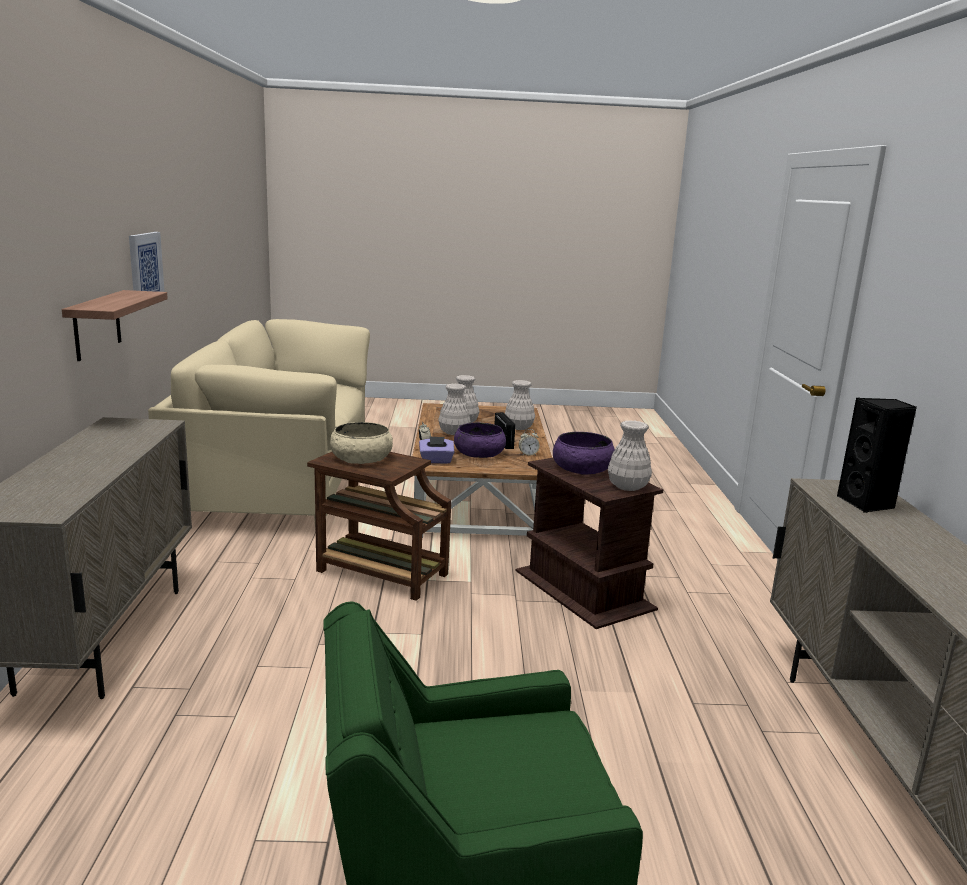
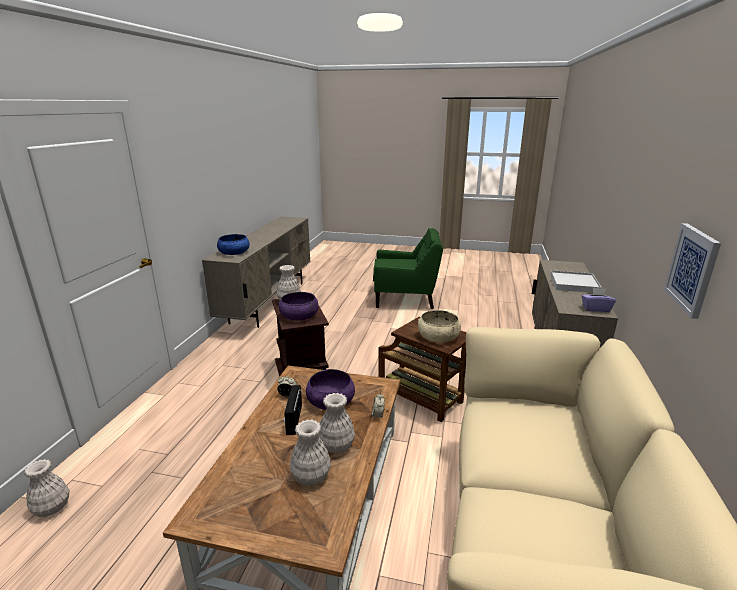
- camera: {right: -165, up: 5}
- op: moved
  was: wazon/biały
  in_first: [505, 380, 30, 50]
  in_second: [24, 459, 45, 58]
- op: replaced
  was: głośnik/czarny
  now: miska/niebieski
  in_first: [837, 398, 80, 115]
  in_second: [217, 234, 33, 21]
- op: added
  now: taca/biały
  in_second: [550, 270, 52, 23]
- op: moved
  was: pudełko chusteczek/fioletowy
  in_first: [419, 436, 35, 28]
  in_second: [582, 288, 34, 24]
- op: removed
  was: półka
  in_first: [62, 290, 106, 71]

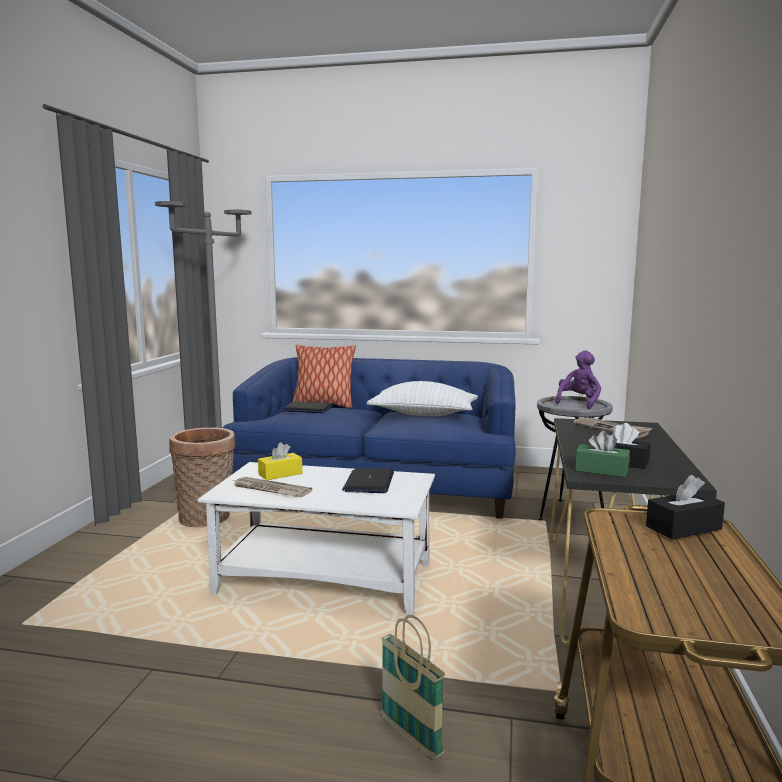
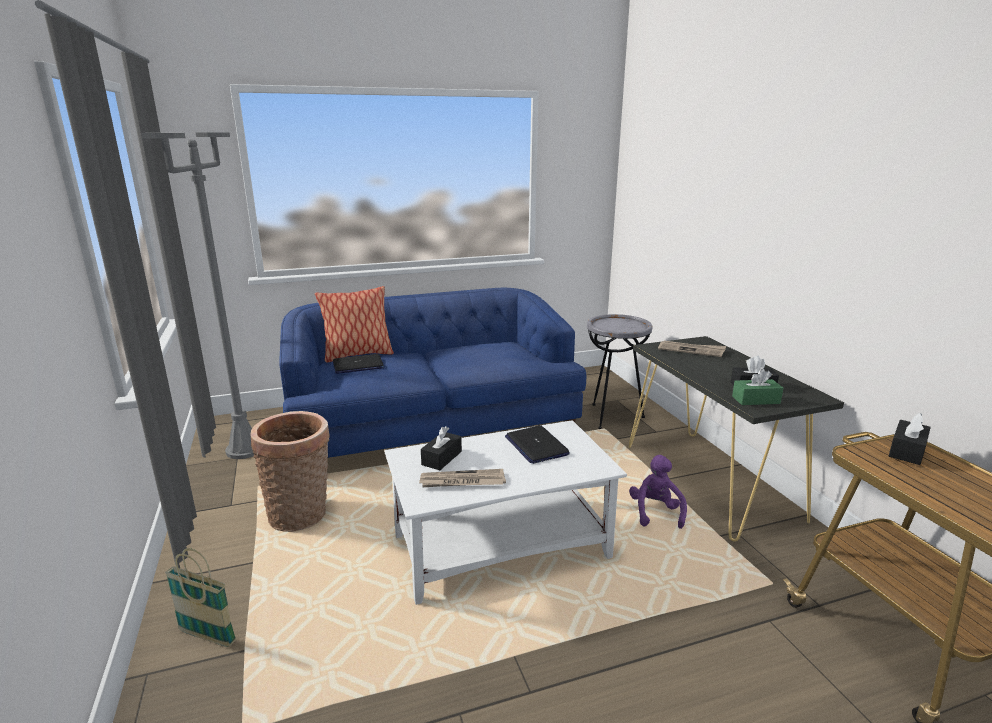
- camera: {right: -30, up: 10}
- op: moved
  was: koszyk
  in_first: [381, 615, 64, 144]
  in_second: [165, 548, 71, 99]
- op: recoloured
  was: pudełko chusteczek/żółty
  now: pudełko chusteczek/czarny
  in_first: [258, 442, 44, 38]
  in_second: [421, 426, 41, 44]
- op: moved
  was: pluszak/fioletowy
  in_first: [555, 350, 46, 59]
  in_second: [629, 455, 58, 74]
- op: removed
  was: poduszka/biały
  in_first: [367, 381, 111, 35]

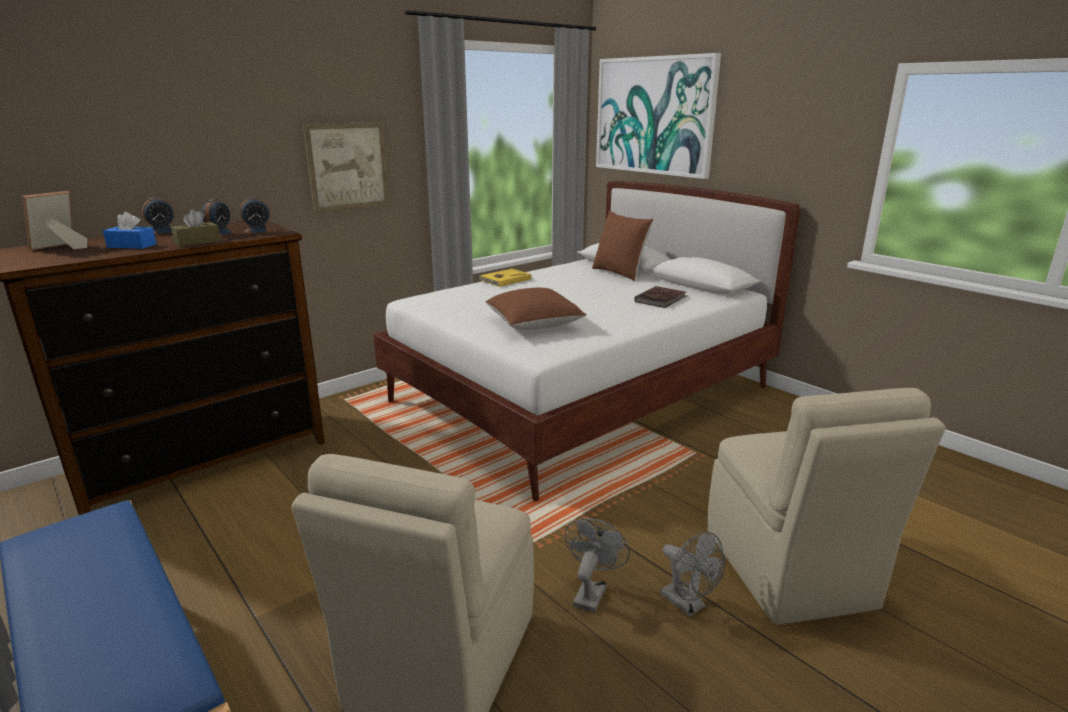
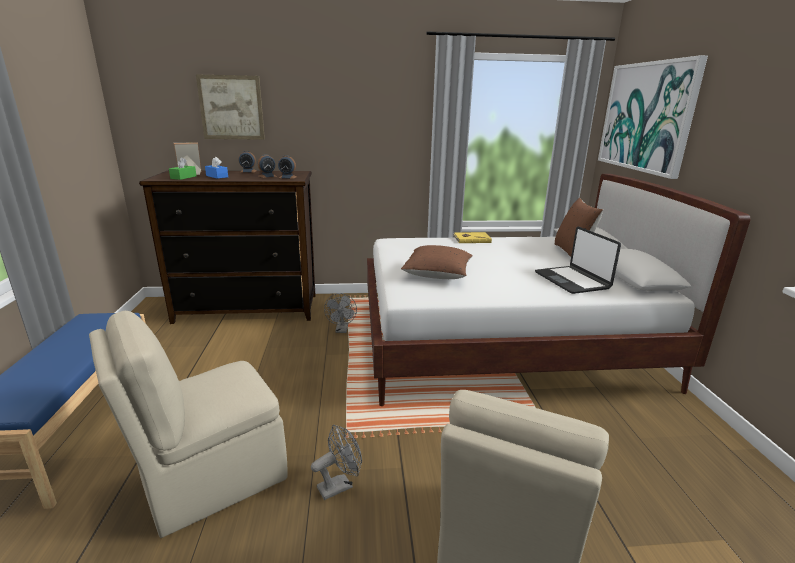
- camera: {right: 35, up: 0}
- op: added
  now: pudełko chusteczek/zielony
  in_second: [169, 157, 28, 23]
- op: moved
  was: obraz
  in_first: [303, 122, 87, 91]
  in_second: [196, 74, 69, 66]
- op: moved
  was: wentylator/szary
  in_first: [660, 532, 65, 85]
  in_second: [324, 293, 33, 40]
- op: replaced
  was: książka/brązowy
  now: laptop
  in_first: [635, 286, 53, 22]
  in_second: [535, 226, 86, 68]
- op: removed
  was: pudełko chusteczek/brązowy
  in_first: [171, 209, 50, 38]

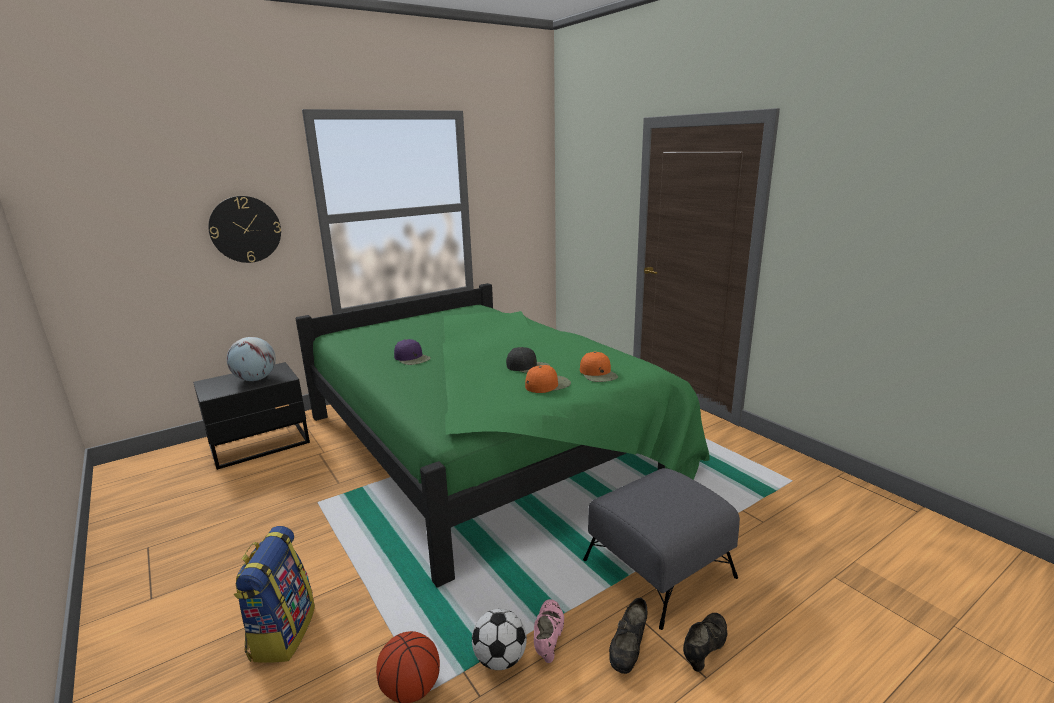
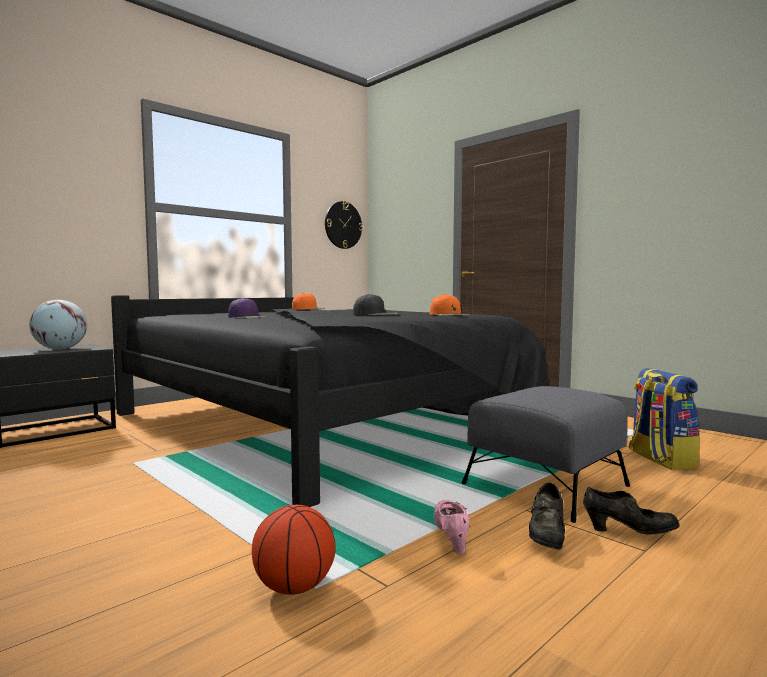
- camera: {right: -10, up: -15}
- op: recoloured
  was: łóżko/zielony
  now: łóżko/czarny
  in_first: [295, 283, 415, 304]
  in_second: [111, 295, 439, 212]
- op: moved
  was: czapka z daszkiem/pomarańczowy
  in_first: [525, 365, 46, 28]
  in_second: [292, 293, 34, 17]
- op: moved
  was: zegar ścienny
  in_first: [208, 196, 73, 67]
  in_second: [325, 201, 38, 48]
- op: turned
  was: but/czarny
  in_first: [683, 613, 44, 59]
  in_second: [583, 487, 97, 47]
  clockwise: 75
- op: moved
  was: plecak
  in_first: [233, 526, 82, 137]
  in_second: [629, 368, 71, 102]
- op: removed
  was: piłka futbolowa
  in_first: [472, 609, 55, 61]

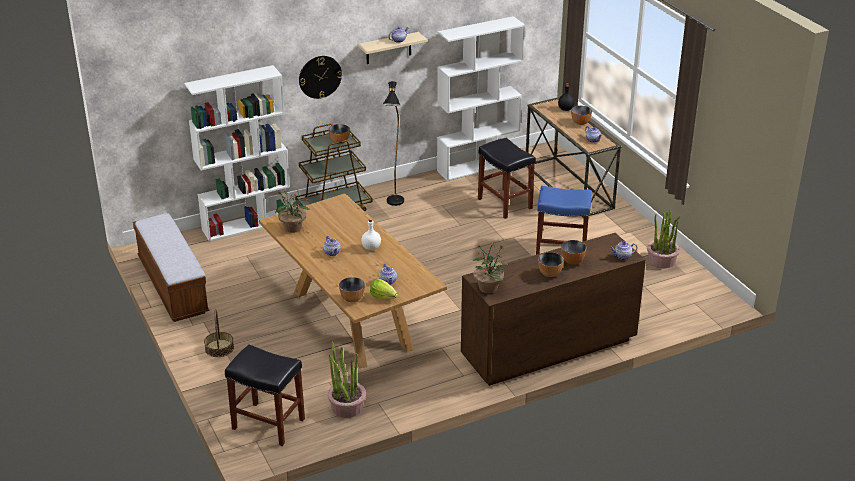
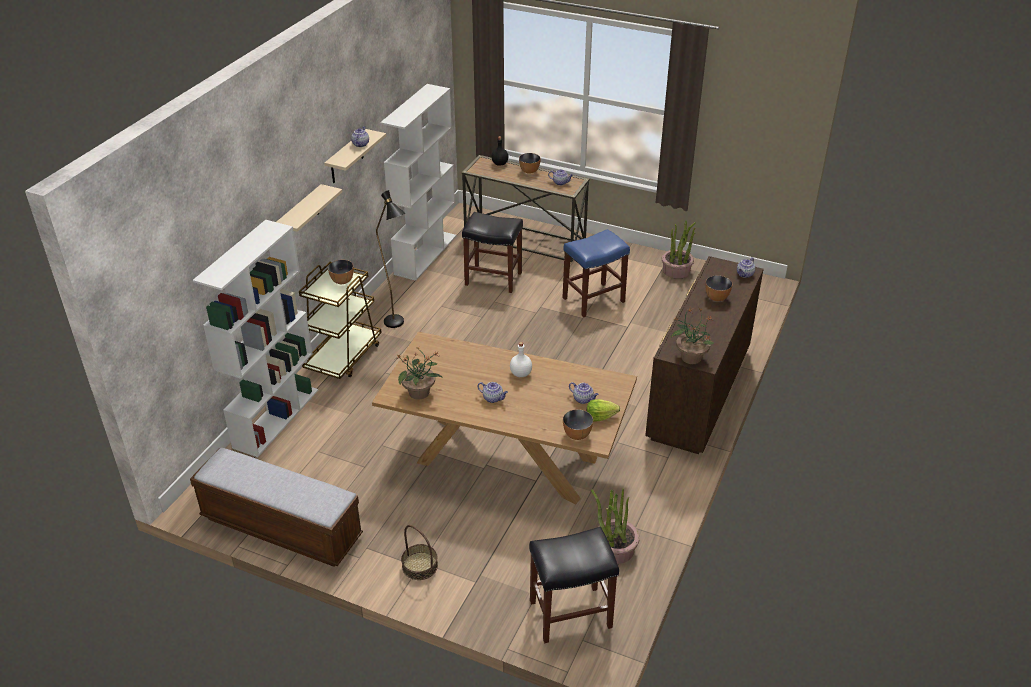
- camera: {right: -40, up: 5}
- op: replaced
  was: zegar ścienny
  now: półka/beżowy
  in_first: [299, 56, 43, 43]
  in_second: [277, 184, 65, 48]
- op: removed
  was: miska
  in_first: [538, 252, 26, 25]

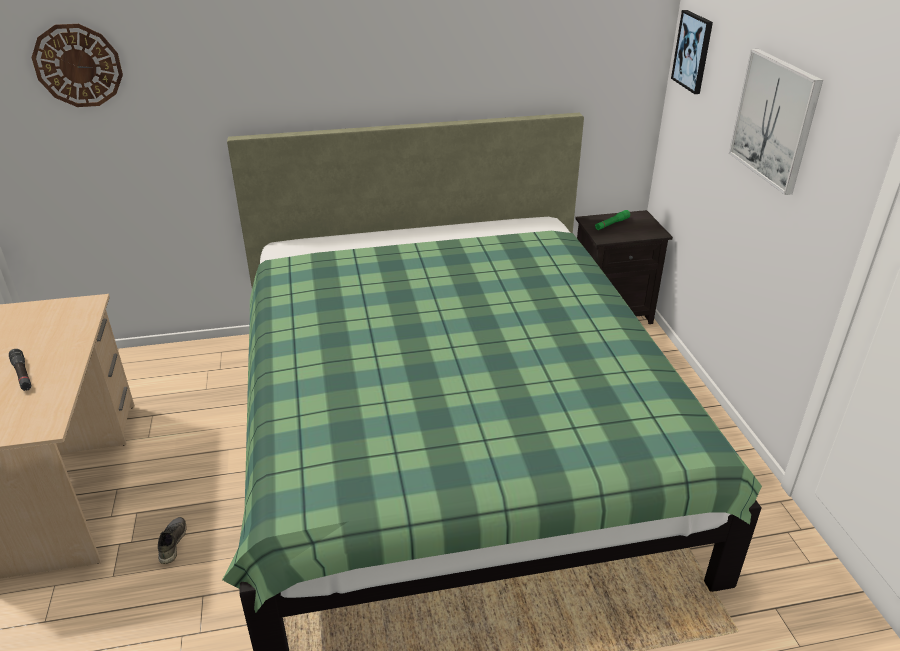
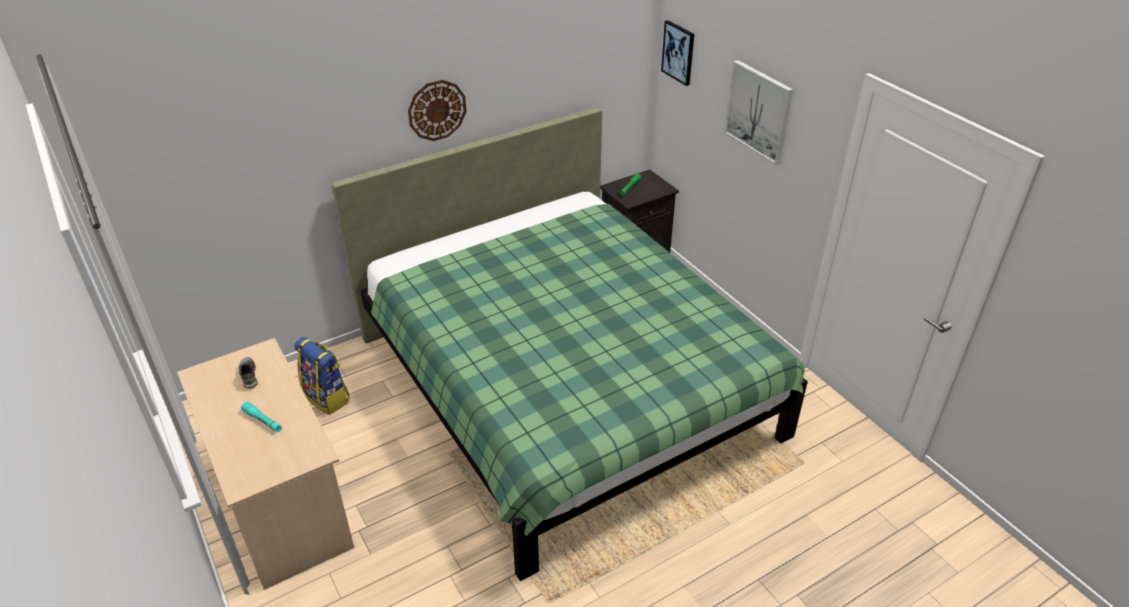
- camera: {right: -20, up: 5}
- op: moved
  was: but/szary
  in_first: [158, 517, 29, 47]
  in_second: [239, 357, 19, 32]
- op: recoloured
  was: latarka/czarny
  now: latarka/turkusowy
  in_first: [9, 349, 23, 42]
  in_second: [241, 402, 41, 30]
- op: added
  now: plecak
  in_second: [294, 337, 55, 78]
- op: moved
  was: zegar ścienny
  in_first: [32, 24, 91, 83]
  in_second: [408, 80, 58, 61]

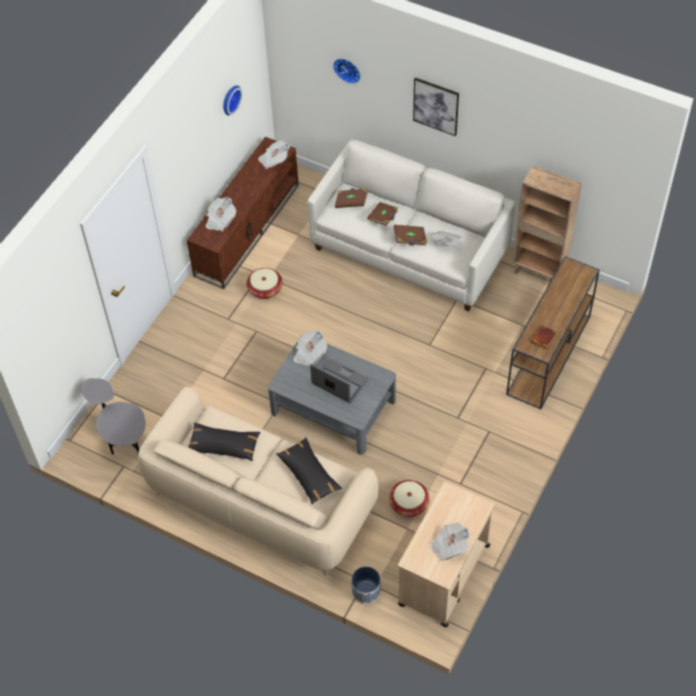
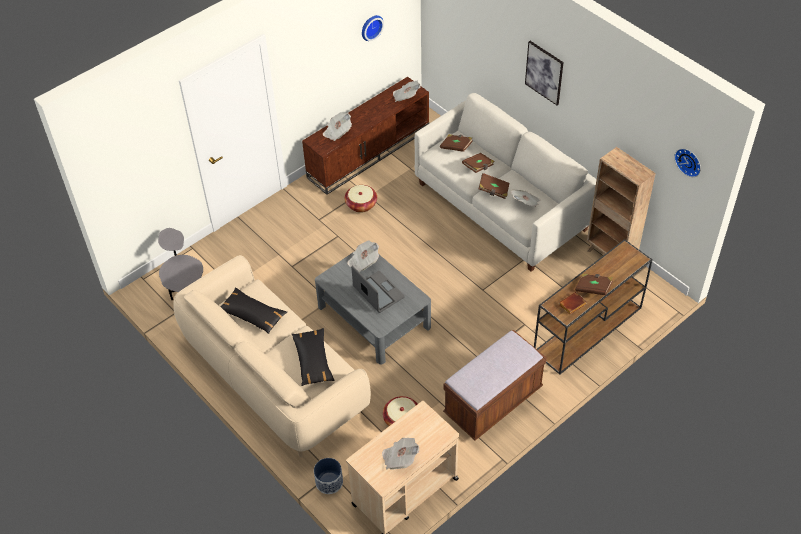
- camera: {right: 20, up: -5}
- op: added
  now: ławka/brązowy
  in_second: [443, 330, 104, 110]
- op: added
  now: książka/brązowy
  in_second: [575, 274, 38, 21]
- op: moved
  was: zegar ścienny
  in_first: [333, 59, 28, 25]
  in_second: [674, 149, 27, 28]

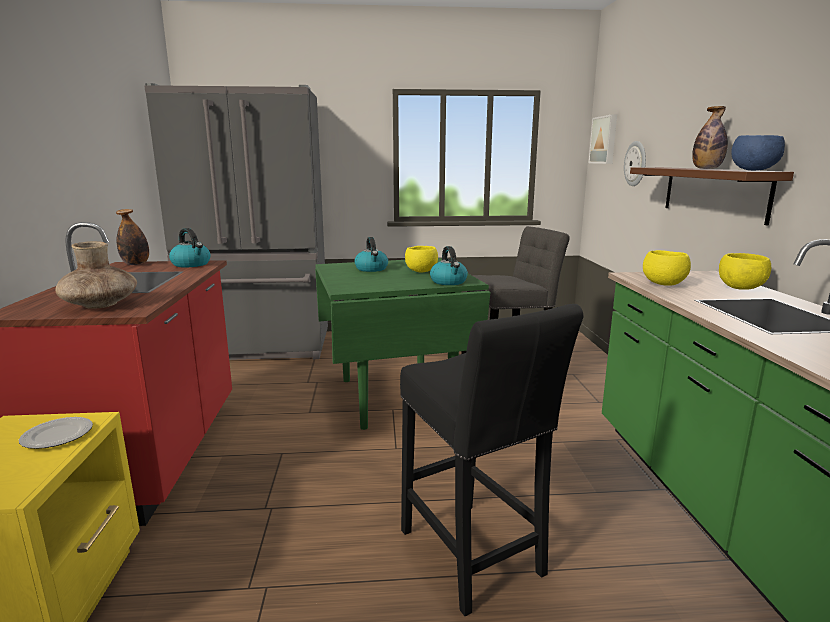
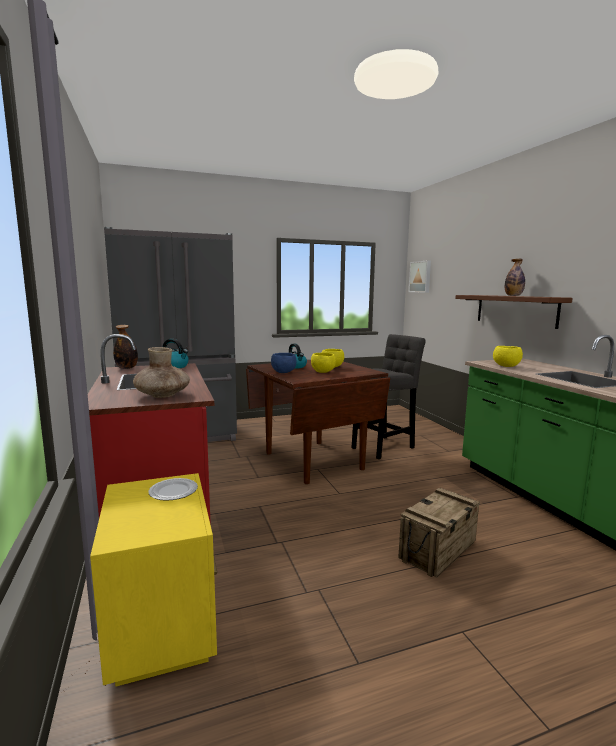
- camera: {right: -15, up: -5}
- op: recoloured
  was: stół jadalny/zielony
  now: stół jadalny/brązowy
  in_first: [315, 258, 175, 172]
  in_second: [246, 360, 144, 124]
- op: moved
  was: miska/niebieski
  in_first: [731, 135, 54, 36]
  in_second: [271, 353, 25, 20]
- op: moved
  was: miska/żółty
  in_first: [719, 253, 52, 37]
  in_second: [311, 352, 25, 21]
- op: replaced
  was: stołek/czarny
  now: skrzynka
  in_first: [400, 304, 184, 313]
  in_second: [398, 488, 82, 90]
- op: removed
  was: czajnik
  in_first: [430, 246, 38, 39]
- op: removed
  was: zegar ścienny
  in_first: [624, 141, 22, 45]

